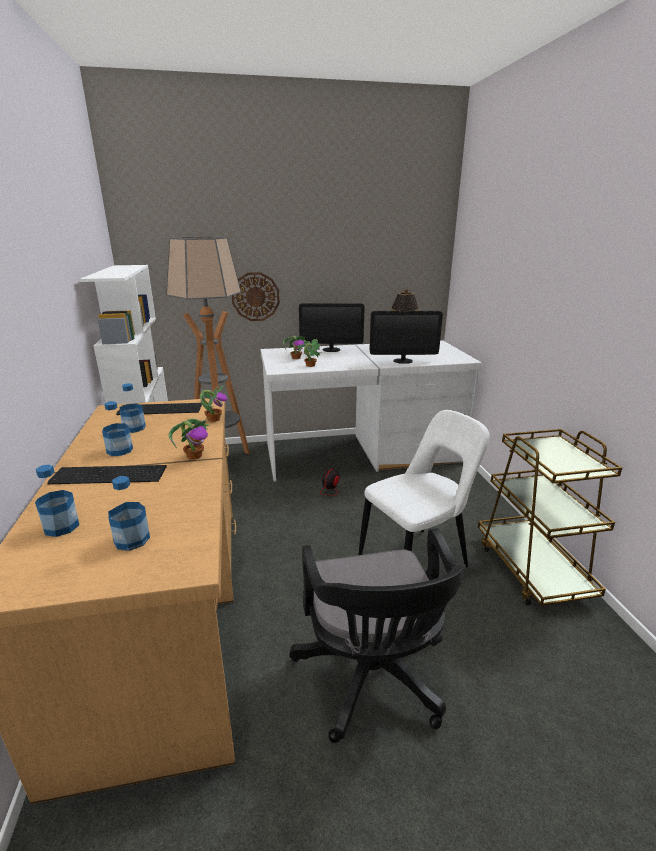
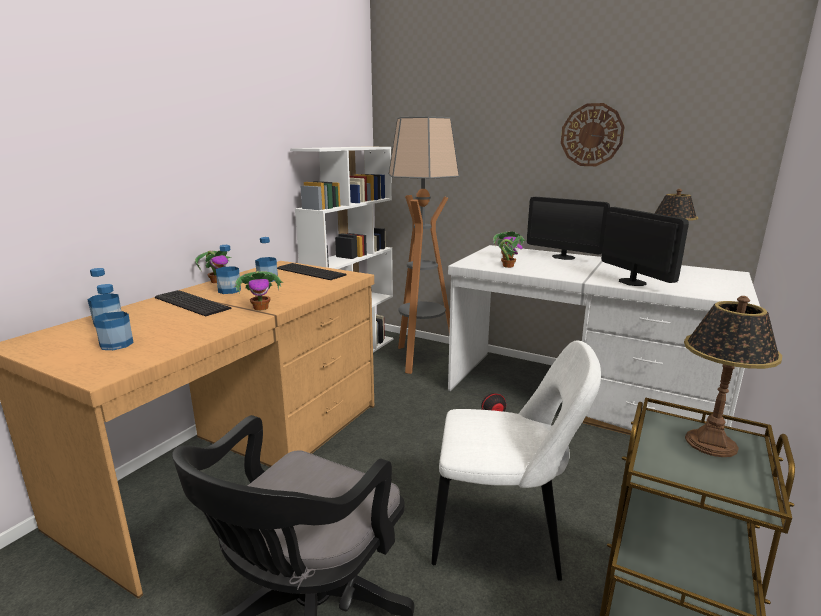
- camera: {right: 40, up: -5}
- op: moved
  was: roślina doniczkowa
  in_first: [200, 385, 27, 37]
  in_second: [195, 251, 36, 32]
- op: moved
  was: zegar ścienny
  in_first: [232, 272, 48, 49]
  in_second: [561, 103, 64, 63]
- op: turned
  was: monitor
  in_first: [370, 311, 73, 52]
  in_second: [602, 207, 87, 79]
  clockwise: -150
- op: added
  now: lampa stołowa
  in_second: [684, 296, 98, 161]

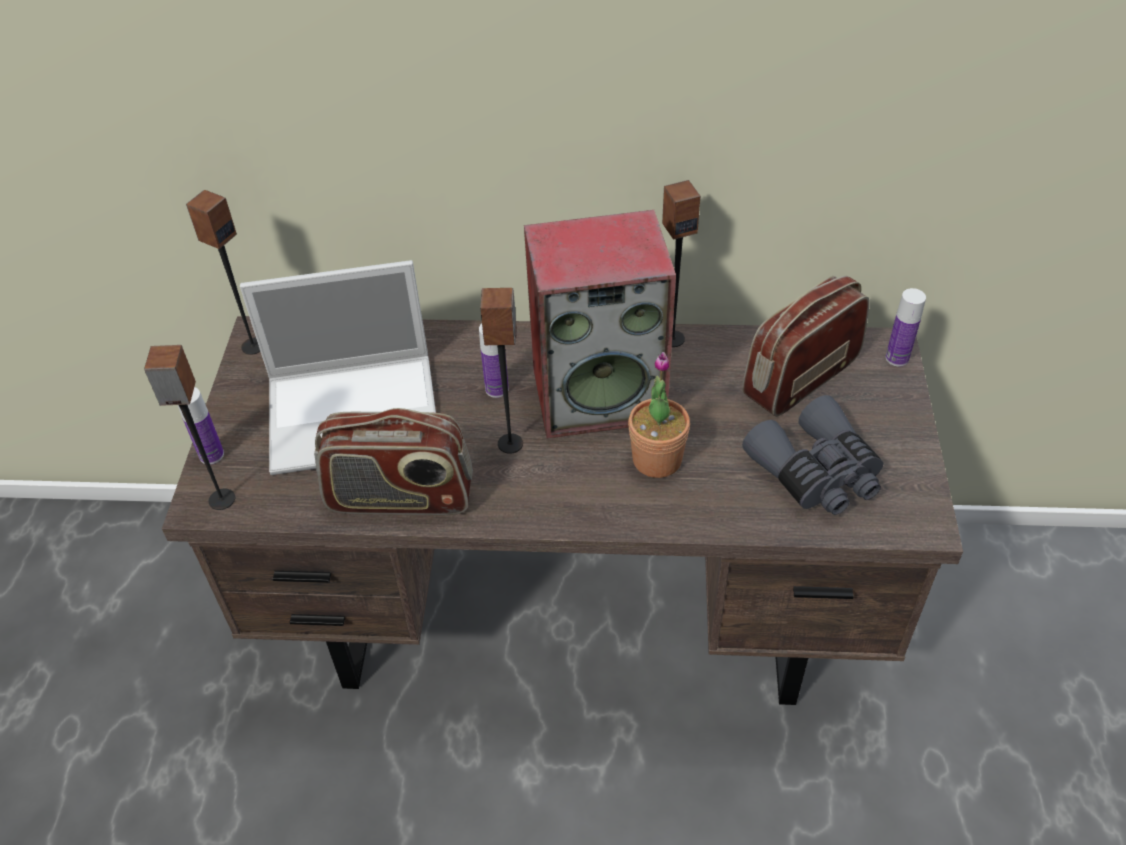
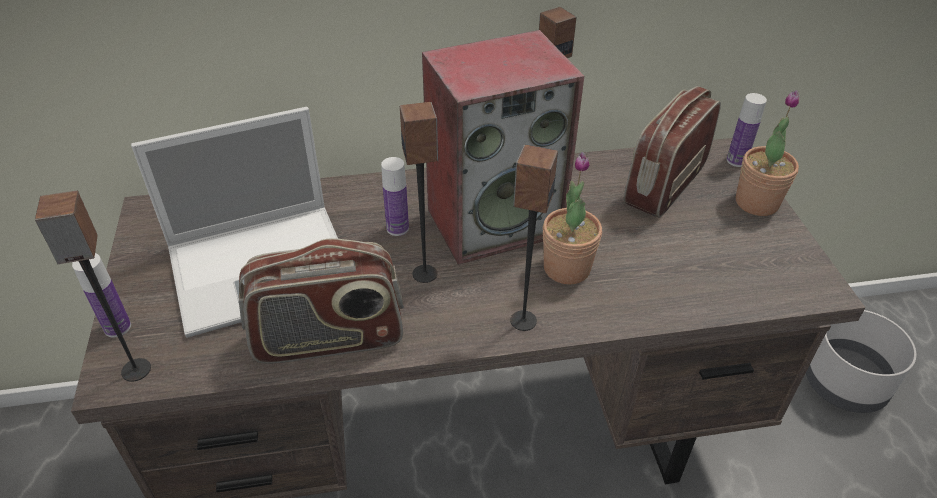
- camera: {right: -15, up: -5}
- op: moved
  was: głośnik
  in_first: [186, 190, 74, 165]
  in_second: [510, 145, 48, 186]
- op: added
  now: roślina doniczkowa
  in_second: [736, 90, 63, 126]
- op: added
  now: donica/szary
  in_second: [806, 310, 110, 103]
- op: removed
  was: lornetka/szary
  in_first: [742, 395, 142, 120]

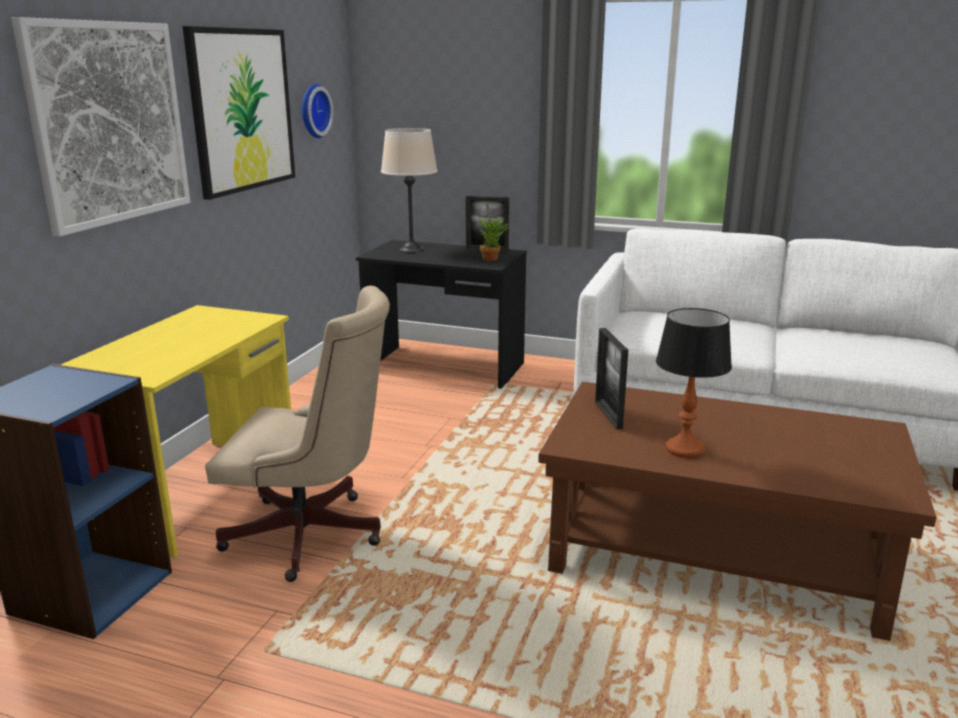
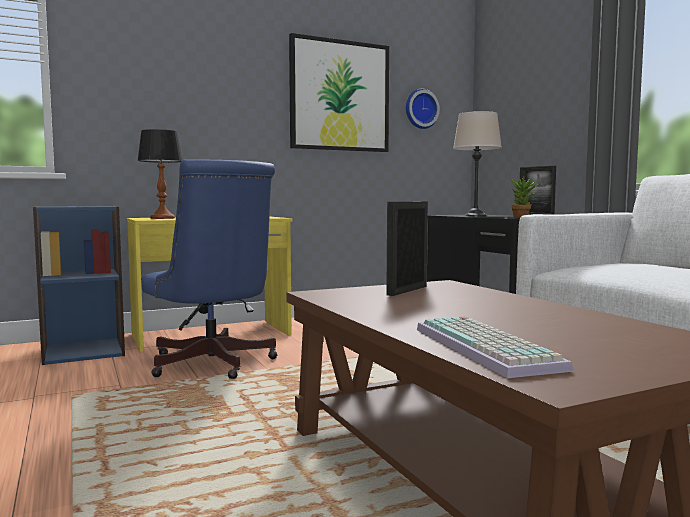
- camera: {right: 45, up: -15}
- op: moved
  was: lampa stołowa
  in_first: [656, 308, 76, 150]
  in_second: [137, 129, 46, 90]
- op: recoloured
  was: krzesło biurowe/beżowy
  now: krzesło biurowe/niebieski
  in_first: [205, 286, 185, 296]
  in_second: [141, 159, 136, 220]
- op: added
  now: klawiatura
  in_second: [417, 316, 156, 62]
- op: removed
  was: obraz
  in_first: [11, 17, 179, 219]

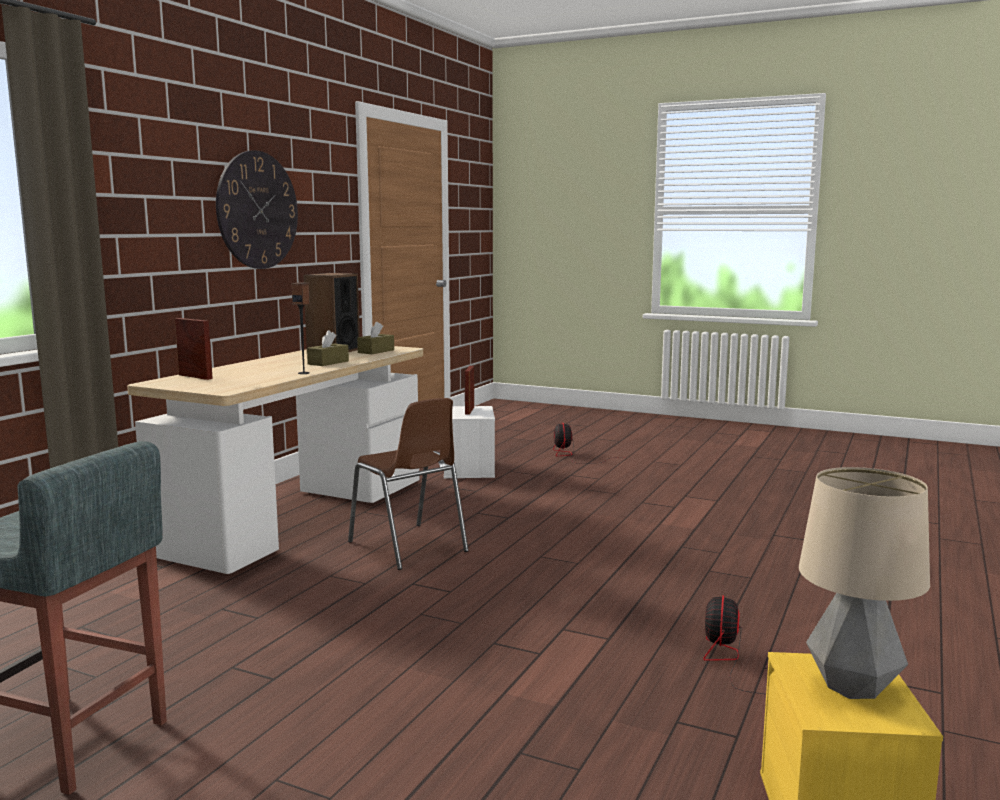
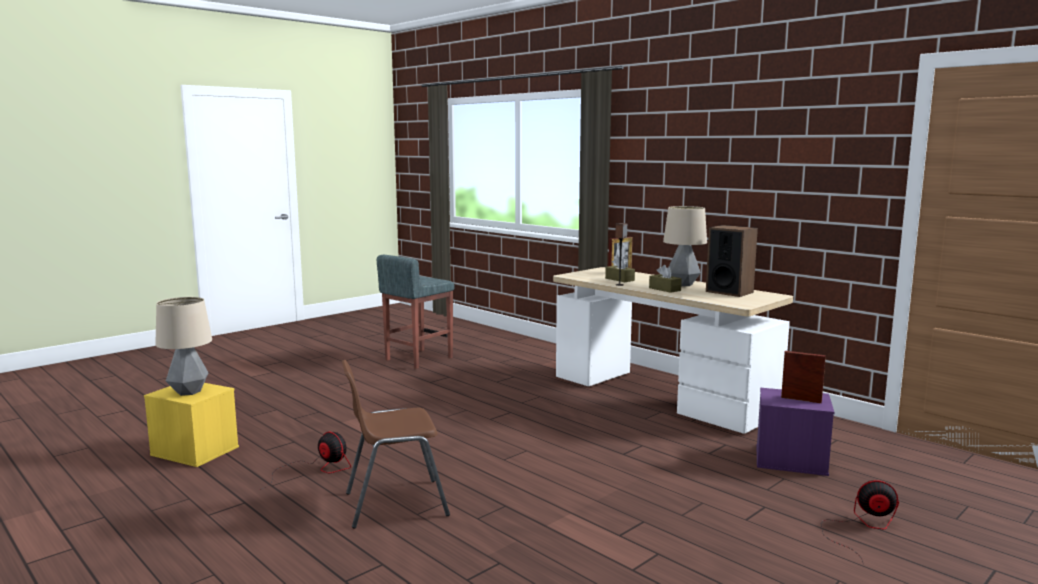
- camera: {right: 110, up: 0}
- op: moved
  was: krzesło/brązowy
  in_first: [348, 398, 121, 172]
  in_second: [342, 360, 108, 169]
- op: moved
  was: pudełko chusteczek/brązowy
  in_first: [357, 321, 37, 33]
  in_second: [605, 257, 30, 25]
- op: added
  now: lampa stołowa
  in_second: [663, 206, 44, 80]
- op: recoloured
  was: pojemnik do przechowywania/biały
  now: pojemnik do przechowywania/fioletowy
  in_first: [444, 406, 51, 72]
  in_second: [756, 388, 79, 88]
- op: removed
  was: zegar ścienny
  in_first: [216, 150, 82, 119]

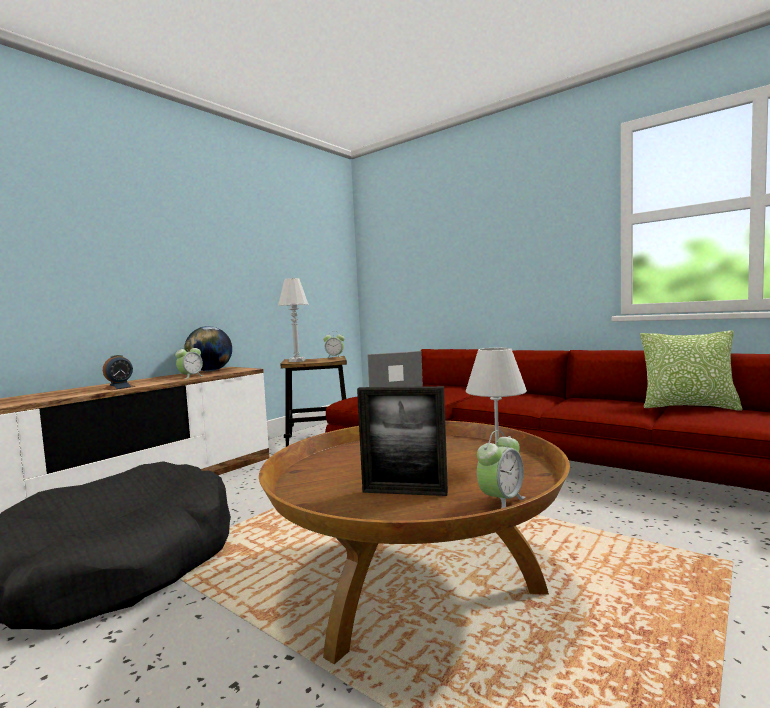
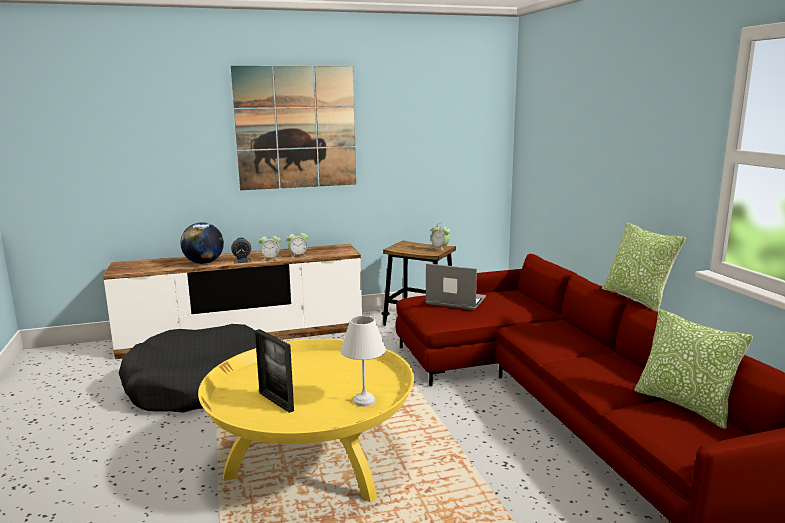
- camera: {right: 35, up: 10}
- op: moved
  was: globus
  in_first: [184, 326, 48, 45]
  in_second: [180, 222, 44, 42]
- op: recoloured
  was: ława/brązowy
  now: ława/żółty
  in_first: [259, 421, 311, 243]
  in_second: [198, 339, 216, 164]
- op: added
  now: obraz
  in_second: [231, 66, 125, 124]
- op: moved
  was: budzik
  in_first: [477, 430, 48, 78]
  in_second: [258, 235, 23, 26]
- op: added
  now: poduszka
  in_second: [602, 222, 84, 90]
- op: removed
  was: lampa stołowa/biały
  in_first: [278, 278, 31, 84]

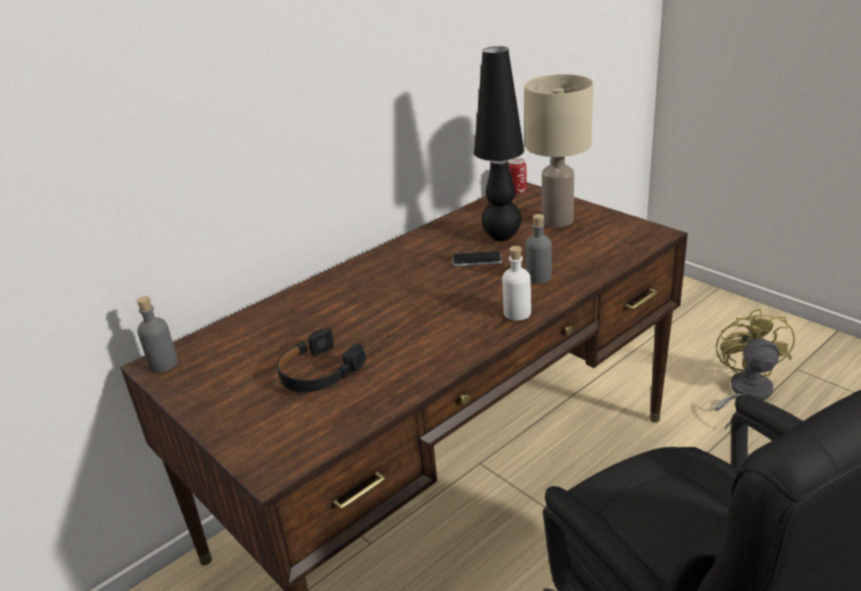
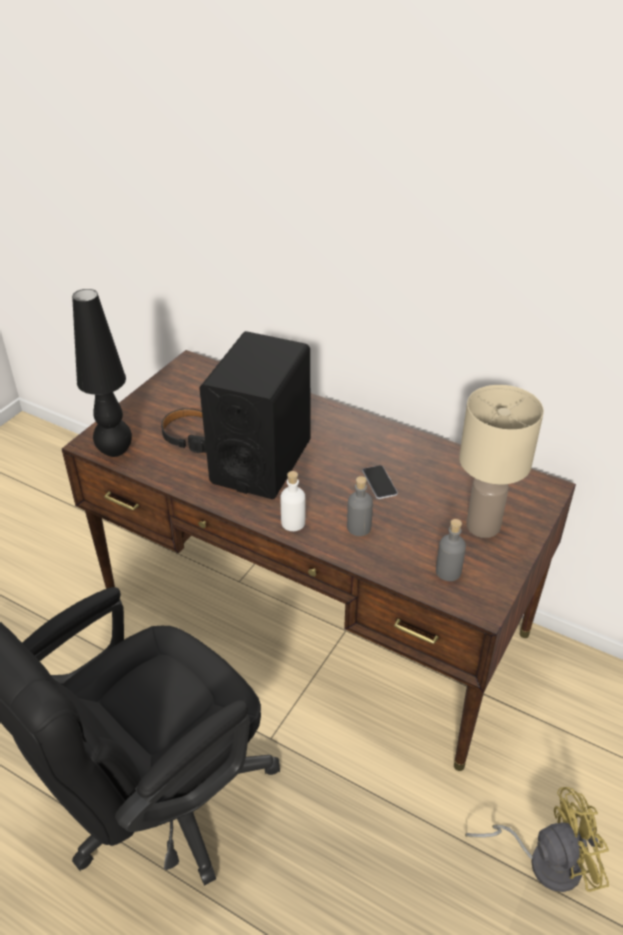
- camera: {right: 70, up: 10}
- op: moved
  was: lampa stołowa/czarny
  in_first: [474, 46, 50, 195]
  in_second: [72, 289, 60, 168]
- op: added
  now: głośnik/czarny
  in_second: [199, 331, 112, 168]
- op: moved
  was: butelka/szary
  in_first: [137, 296, 41, 76]
  in_second: [436, 519, 30, 62]
- op: removed
  was: puszka
  in_first: [509, 158, 18, 37]

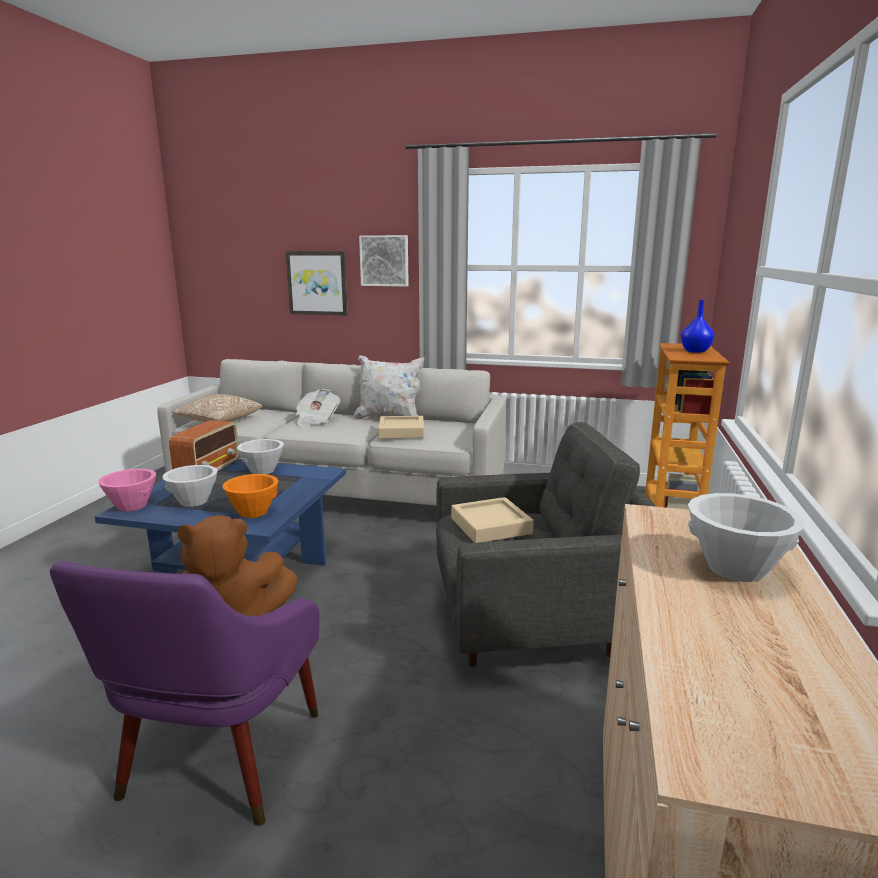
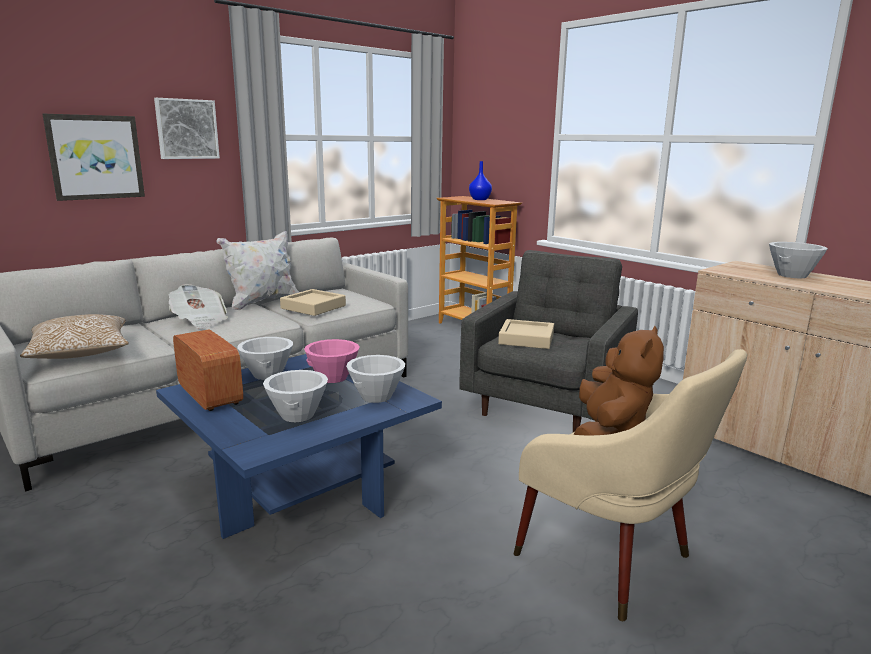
- camera: {right: -55, up: 0}
- op: moved
  was: miska/różowy
  in_first: [98, 469, 58, 43]
  in_second: [304, 339, 55, 44]
- op: recoloured
  was: miska/pomarańczowy
  now: miska/biały
  in_first: [222, 474, 56, 44]
  in_second: [346, 355, 59, 48]
- op: recoloured
  was: fotel/fioletowy
  now: fotel/beżowy
  in_first: [50, 561, 270, 265]
  in_second: [514, 349, 233, 272]

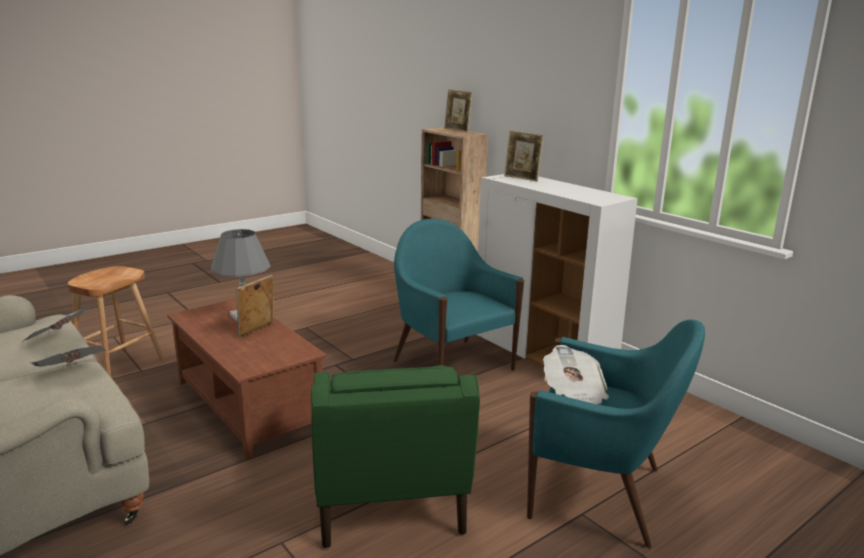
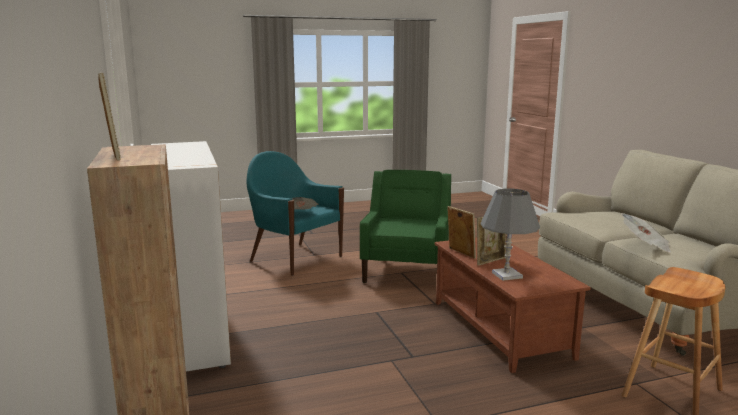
- camera: {right: -160, up: -5}
- op: moved
  was: ramka na zdjęcie
  in_first: [504, 130, 40, 52]
  in_second: [447, 206, 29, 53]
- op: removed
  was: gazeta
  in_first: [31, 347, 75, 20]
- op: removed
  was: fotel/turkusowy
  in_first: [393, 219, 131, 152]

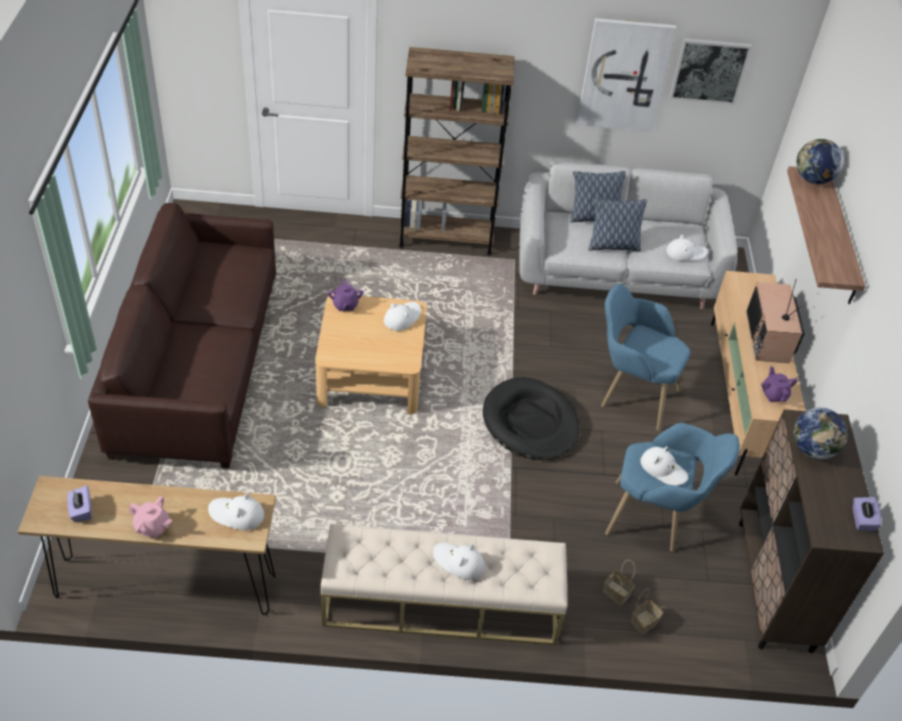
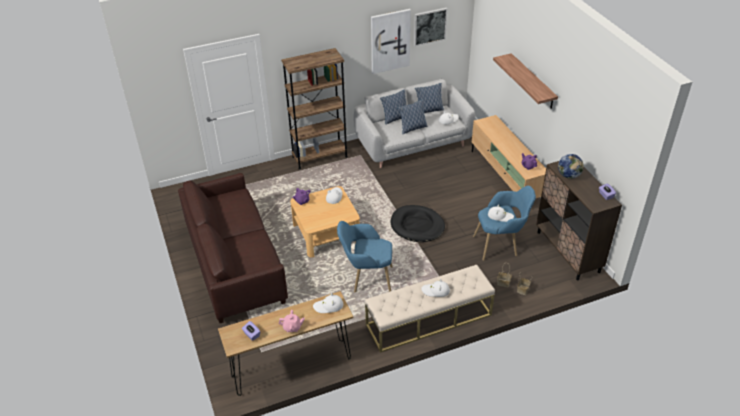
- camera: {right: -20, up: -5}
- op: moved
  was: fotel/niebieski
  in_first: [601, 284, 89, 147]
  in_second: [337, 221, 56, 72]
- op: added
  now: poduszka
  in_second: [415, 83, 29, 30]
- op: removed
  was: telewizor
  in_first: [746, 279, 59, 84]
- op: removed
  was: globus
  in_first: [796, 139, 48, 45]

